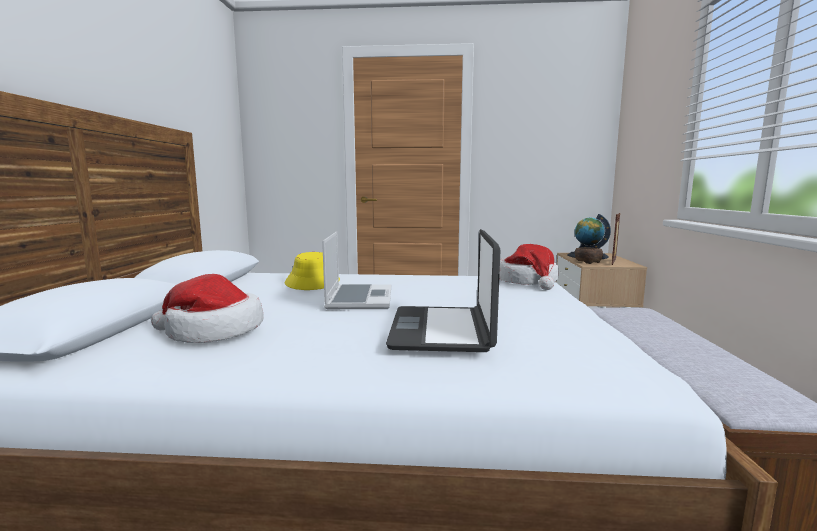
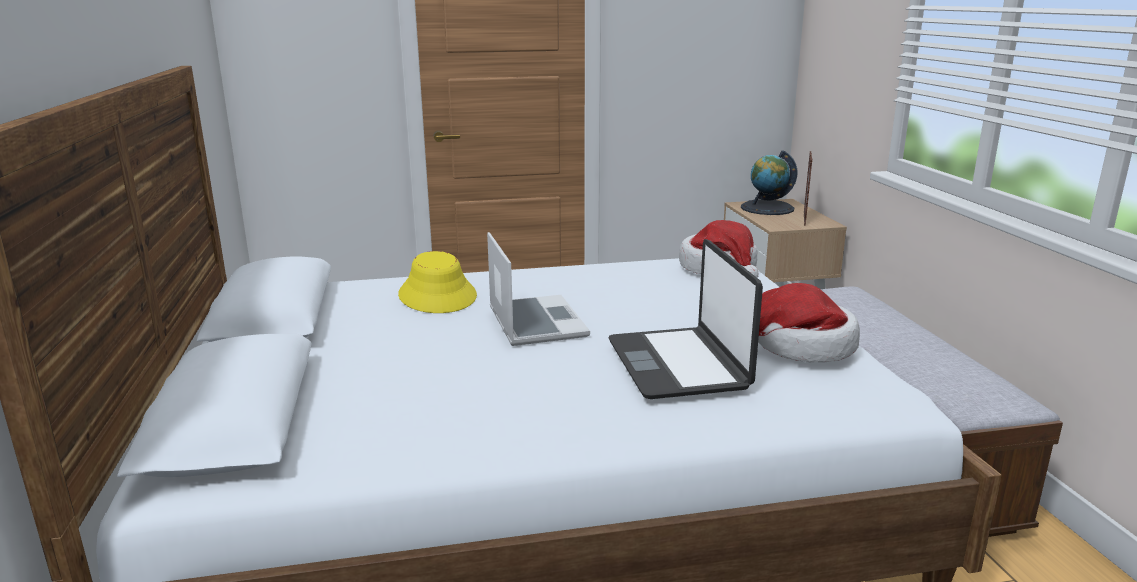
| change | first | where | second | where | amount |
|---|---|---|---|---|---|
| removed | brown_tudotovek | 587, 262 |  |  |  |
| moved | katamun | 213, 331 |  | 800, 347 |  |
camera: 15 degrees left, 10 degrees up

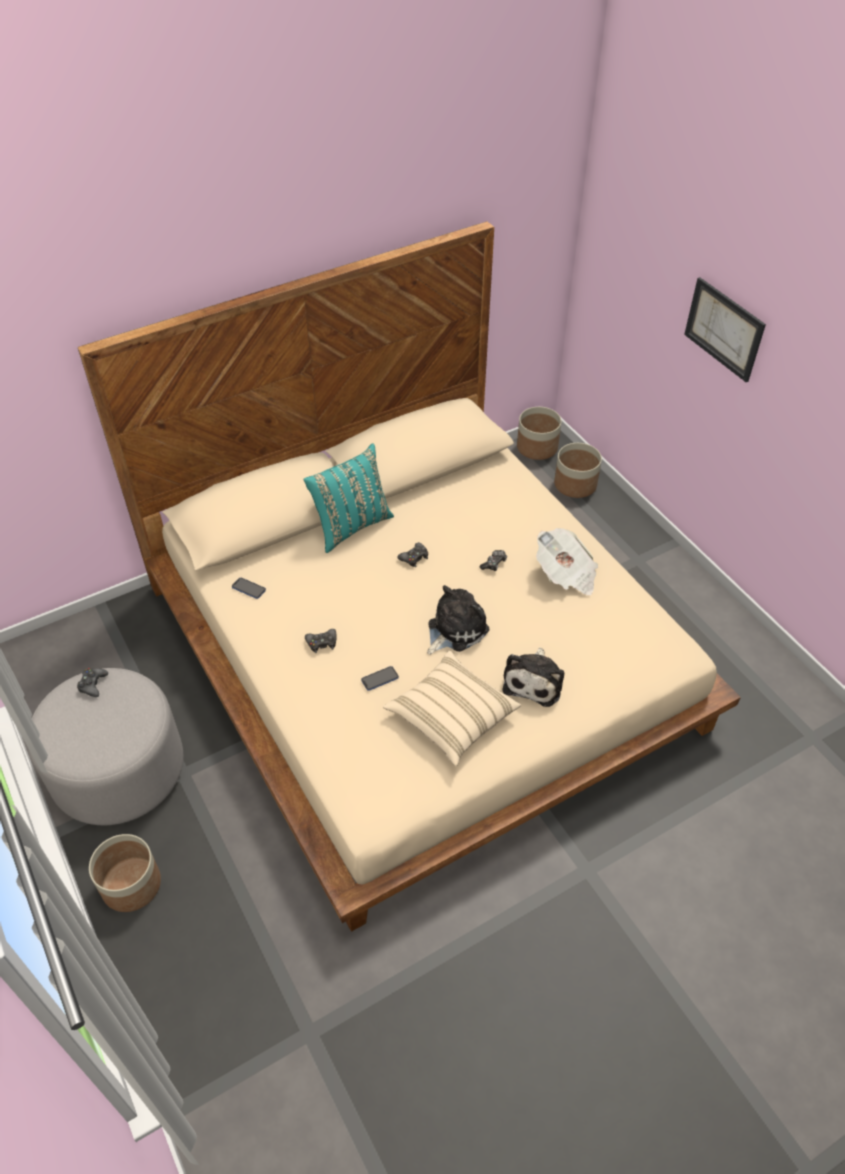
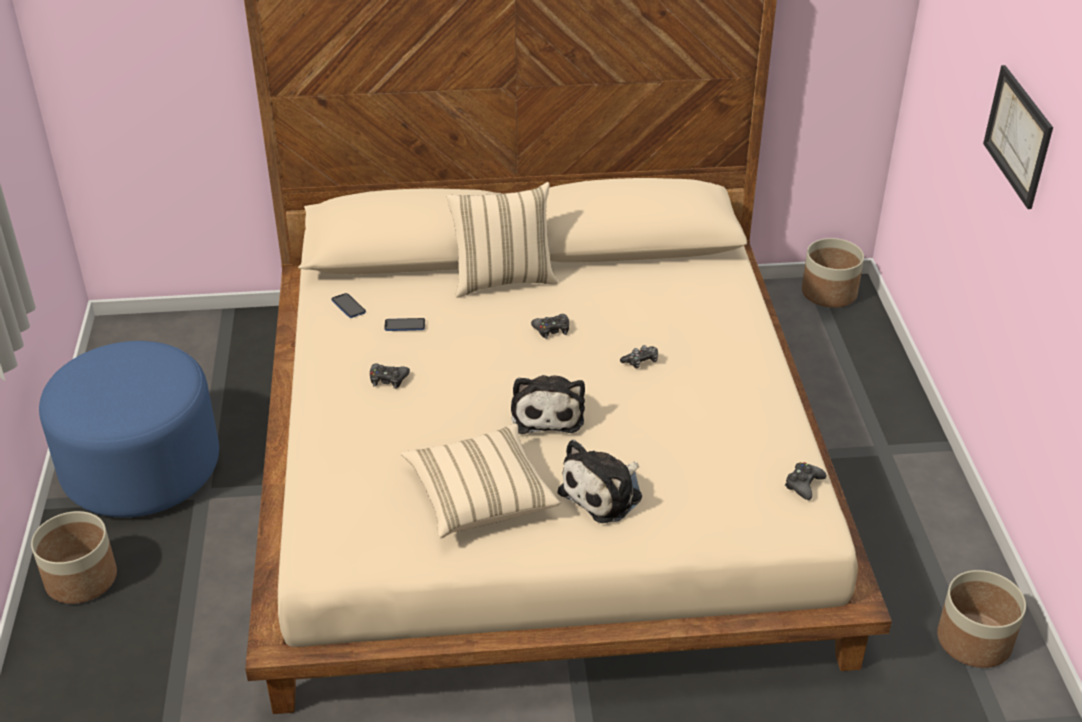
| change | first | where | second | where | amount |
|---|---|---|---|---|---|
| removed | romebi | 566, 574 |  |  |  |
| moved | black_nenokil | 93, 684 |  | 803, 484 |  |
| moved | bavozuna | 380, 679 |  | 404, 325 |  |
| moved | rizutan | 575, 484 |  | 973, 640 |  |
| recoloured | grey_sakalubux | 119, 770 | blue_sakalubux | 142, 468 |  |
| recoloured | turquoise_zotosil | 351, 526 | beige_zotosil | 502, 279 |  |
| turned | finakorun | 454, 629 |  | 547, 413 | 105 degrees clockwise |
camera: 25 degrees right, 10 degrees down

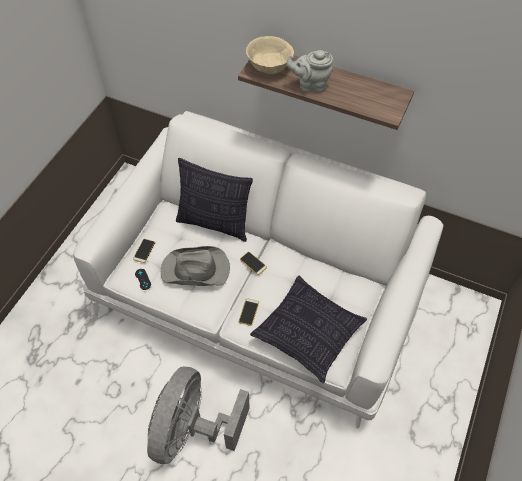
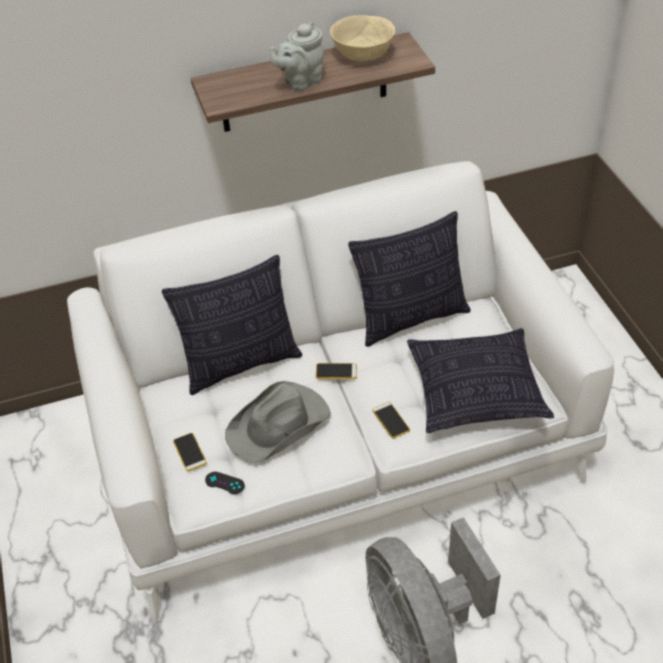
| change | first | where | second | where | amount |
|---|---|---|---|---|---|
| added |  |  | zotosil | 411, 318 |  |
| moved | beige_tudotovek | 269, 67 |  | 363, 55 |  |
camera: 40 degrees left, 10 degrees down

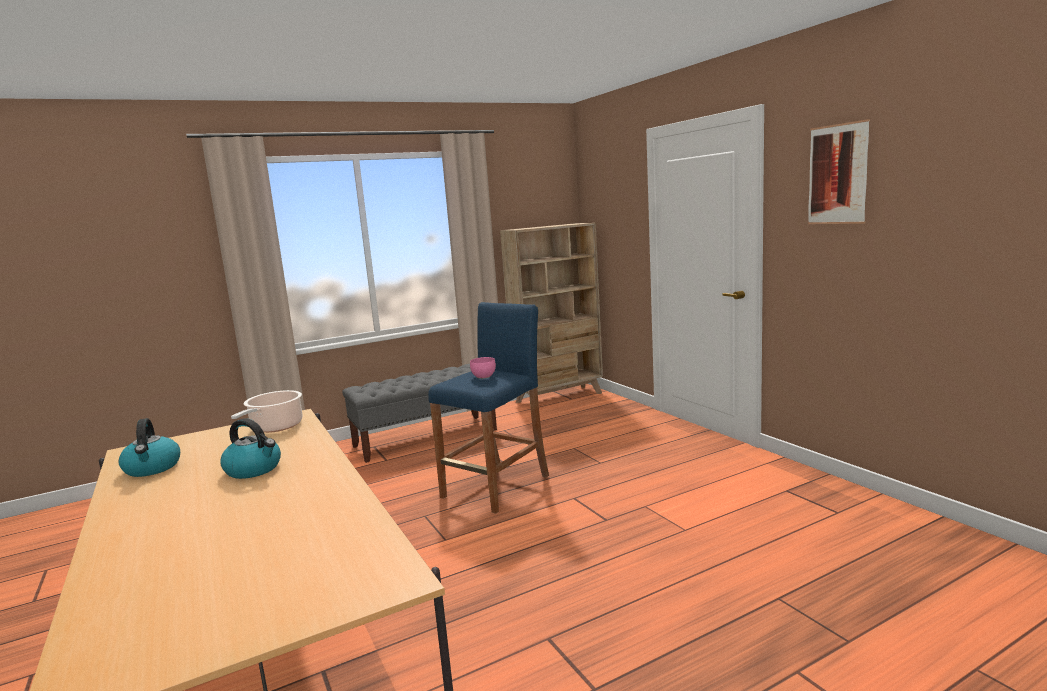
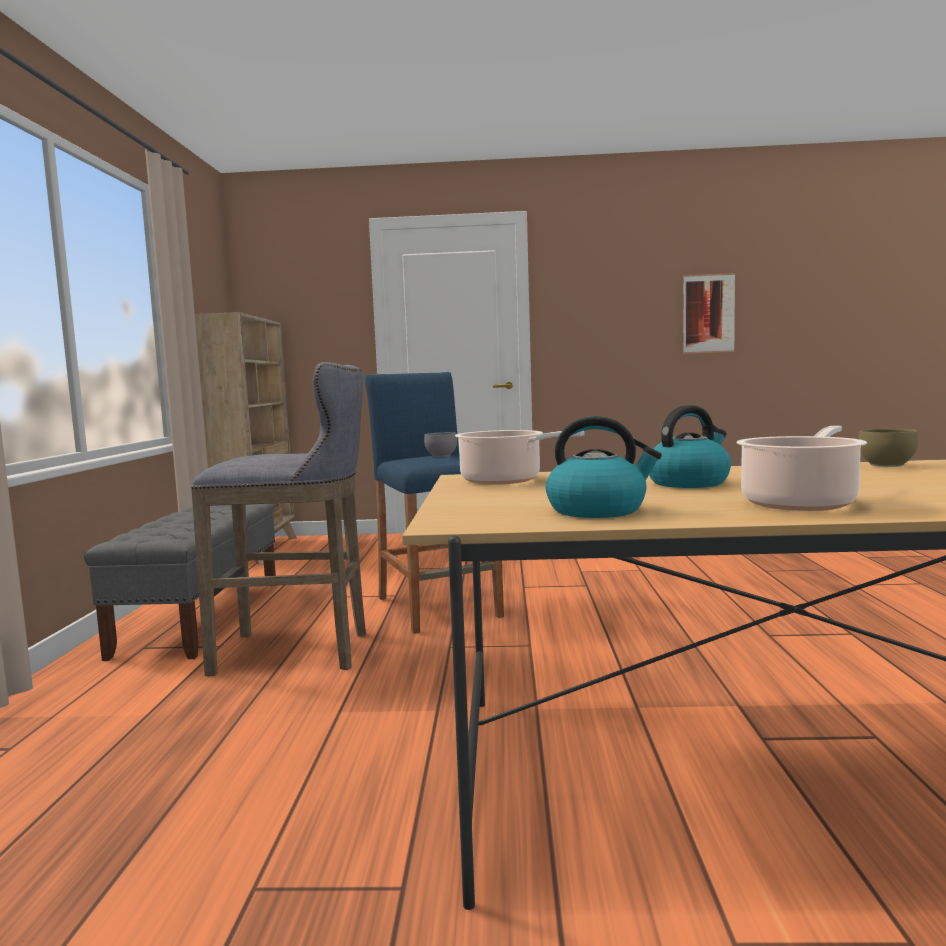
| change | first | where | second | where | amount |
|---|---|---|---|---|---|
| added |  |  | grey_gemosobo | 300, 652 |  |
| added |  |  | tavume | 800, 502 |  |
| added |  |  | brown_tudotovek | 884, 465 |  |
| moved | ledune | 837, 174 |  | 708, 313 |  |
| recoloured | pink_tudotovek | 484, 376 | grey_tudotovek | 442, 455 |  |
camera: 60 degrees left, 5 degrees down

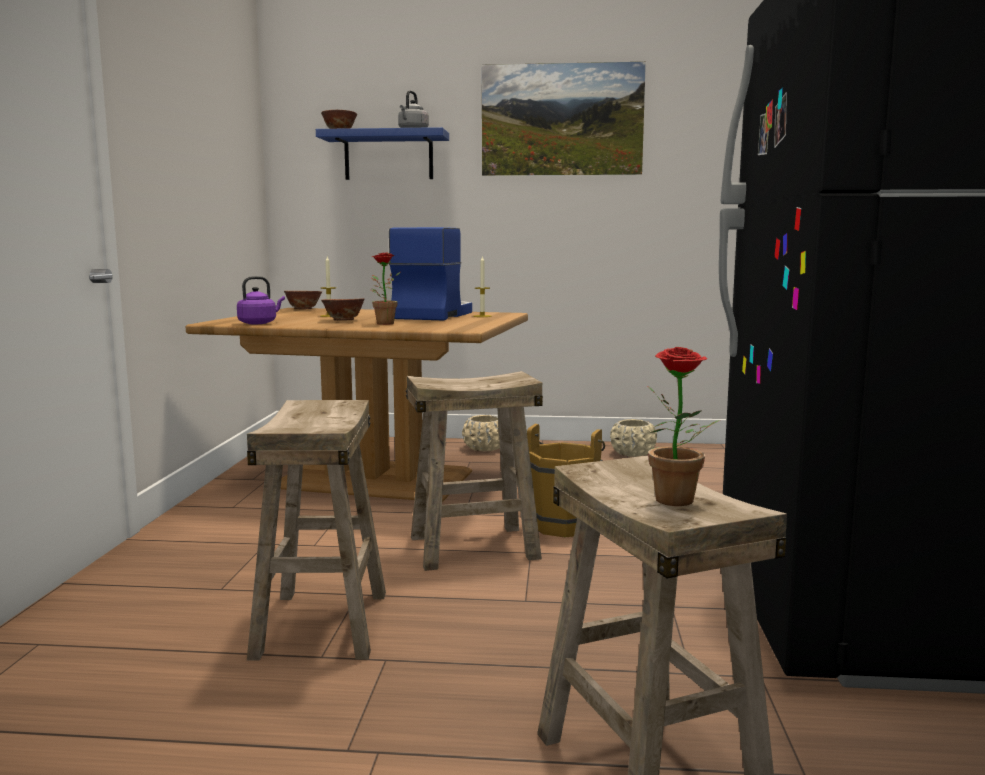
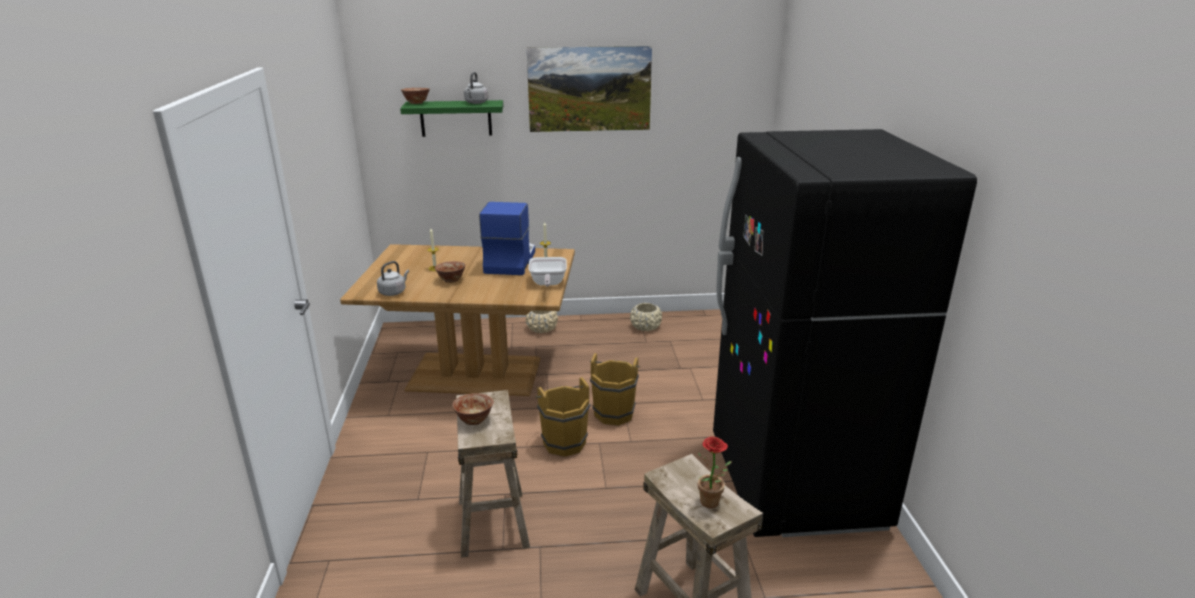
| change | first | where | second | where | amount |
|---|---|---|---|---|---|
| removed | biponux | 382, 323 |  |  |  |
| added |  |  | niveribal | 547, 284 |  |
| moved | tudotovek | 303, 309 |  | 474, 420 |  |
| replaced | beige_gemosobo | 474, 547 | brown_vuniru | 563, 441 |  |
| recoloured | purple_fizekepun | 259, 323 | grey_fizekepun | 393, 292 |  |
| recoloured | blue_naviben | 388, 156 | green_naviben | 456, 118 |  |
camera: 10 degrees left, 15 degrees up

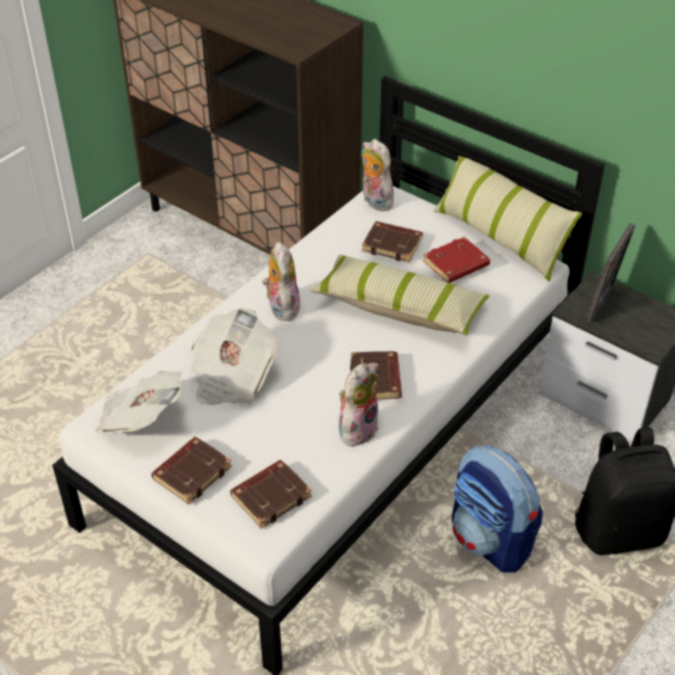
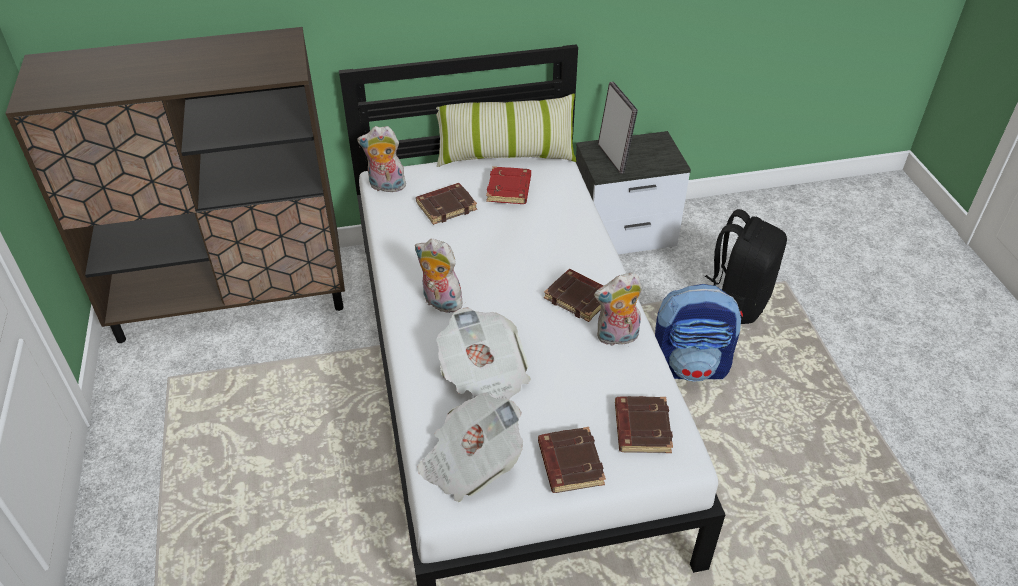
| change | first | where | second | where | amount |
|---|---|---|---|---|---|
| removed | zotosil | 399, 308 |  |  |  |
| turned | finakorun | 357, 428 |  | 617, 338 | 90 degrees counterclockwise |
camera: 50 degrees left, 0 degrees up

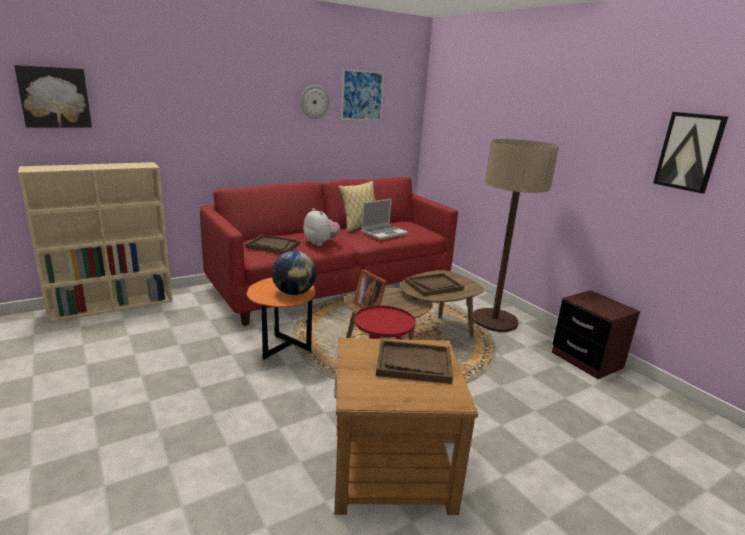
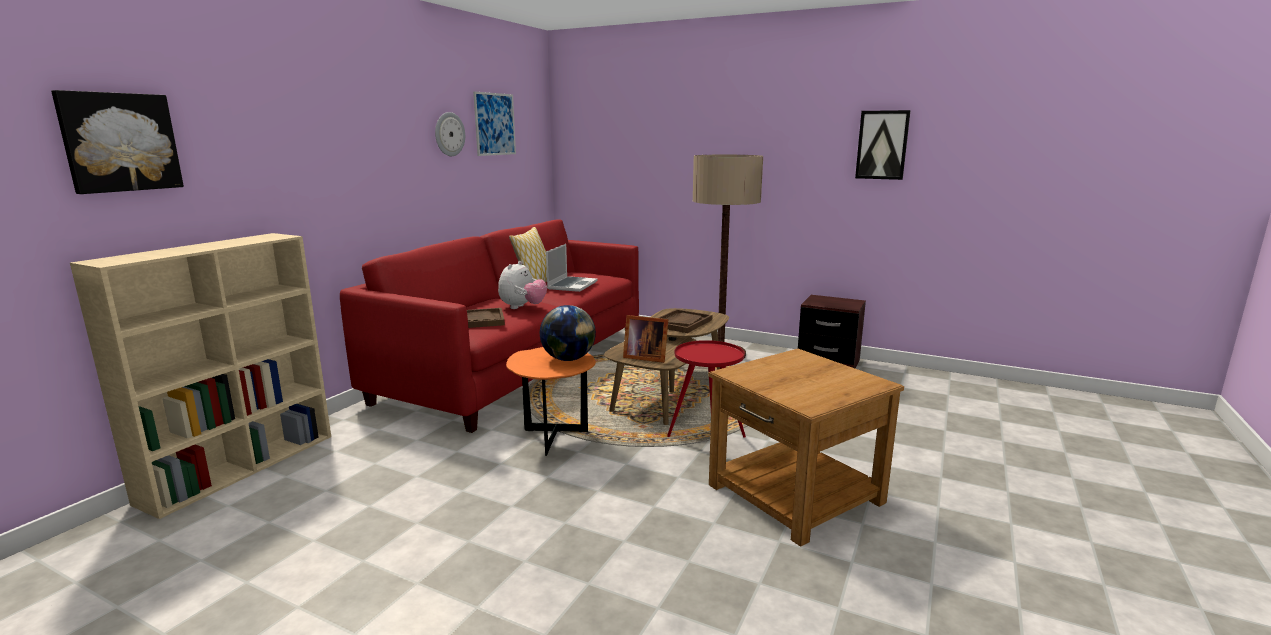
| change | first | where | second | where | amount |
|---|---|---|---|---|---|
| removed | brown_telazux | 413, 363 |  |  |  |
| turned | finakorun | 321, 243 |  | 522, 307 | 90 degrees clockwise |
camera: 30 degrees left, 5 degrees down

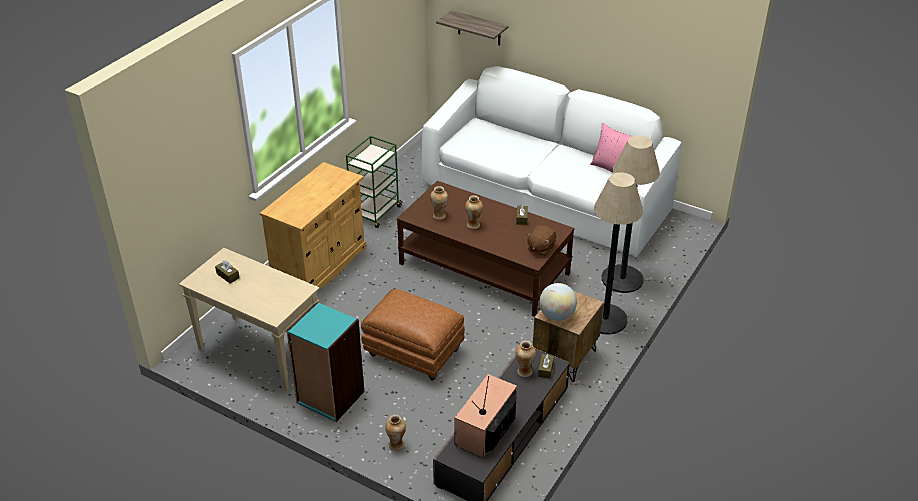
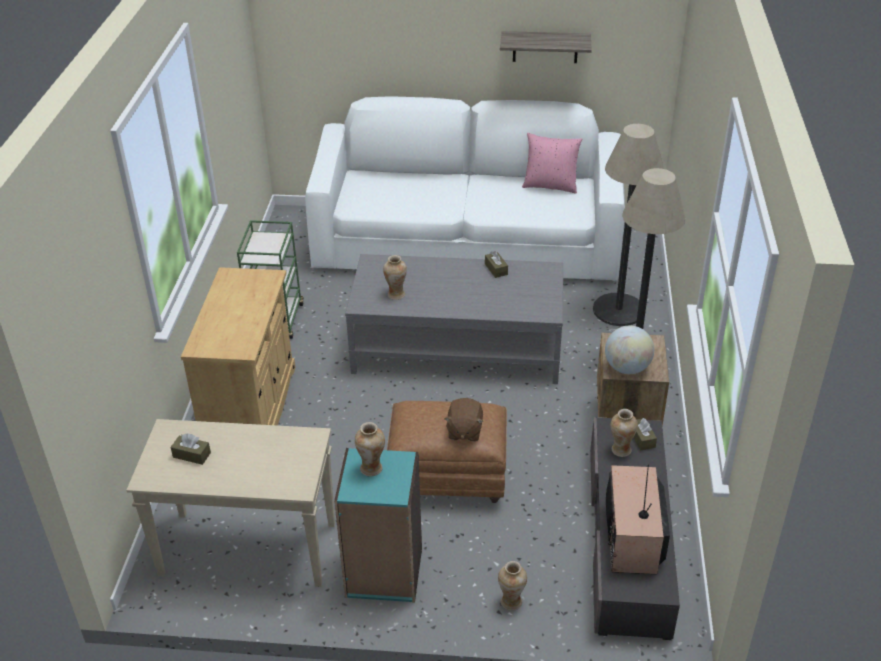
| change | first | where | second | where | amount |
|---|---|---|---|---|---|
| moved | naviben | 479, 28 |  | 545, 47 |  |
| moved | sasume | 473, 225 |  | 371, 468 |  |
| moved | brown_finakorun | 540, 248 |  | 464, 431 |  |
| recoloured | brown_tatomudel | 484, 269 | grey_tatomudel | 458, 347 |  |
camera: 25 degrees left, 0 degrees up

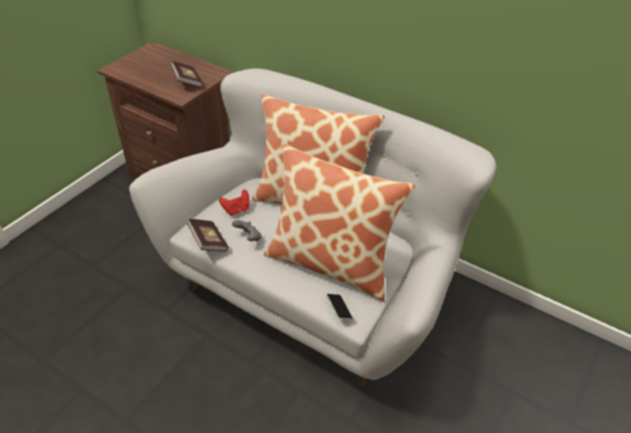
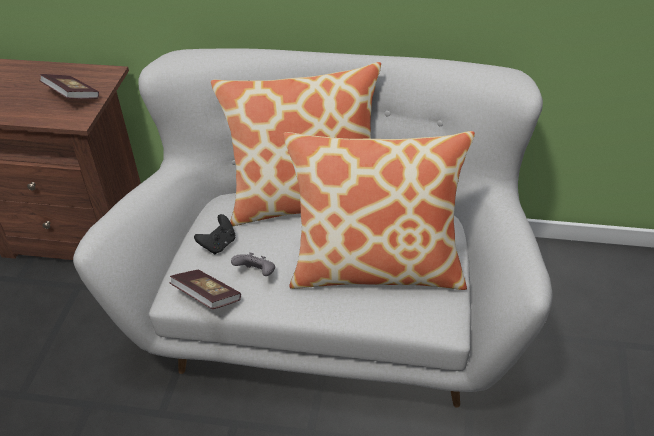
| change | first | where | second | where | amount |
|---|---|---|---|---|---|
| removed | bavozuna | 339, 309 |  |  |  |
| recoloured | red_nenokil | 236, 210 | black_nenokil | 218, 244 |  |
camera: 20 degrees left, 0 degrees up

